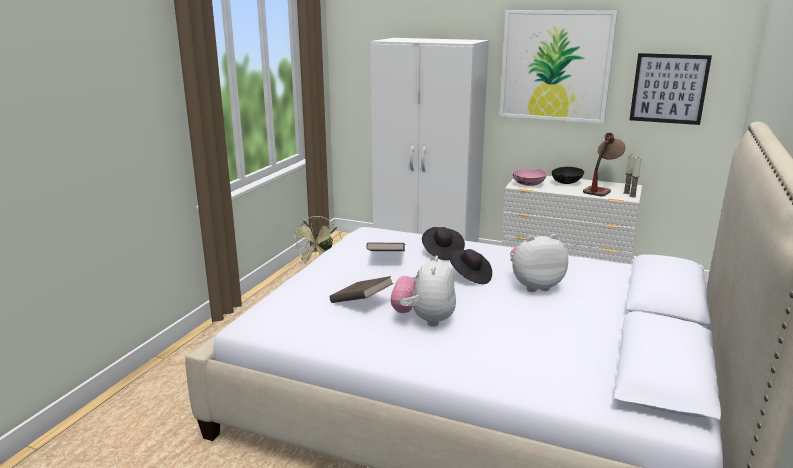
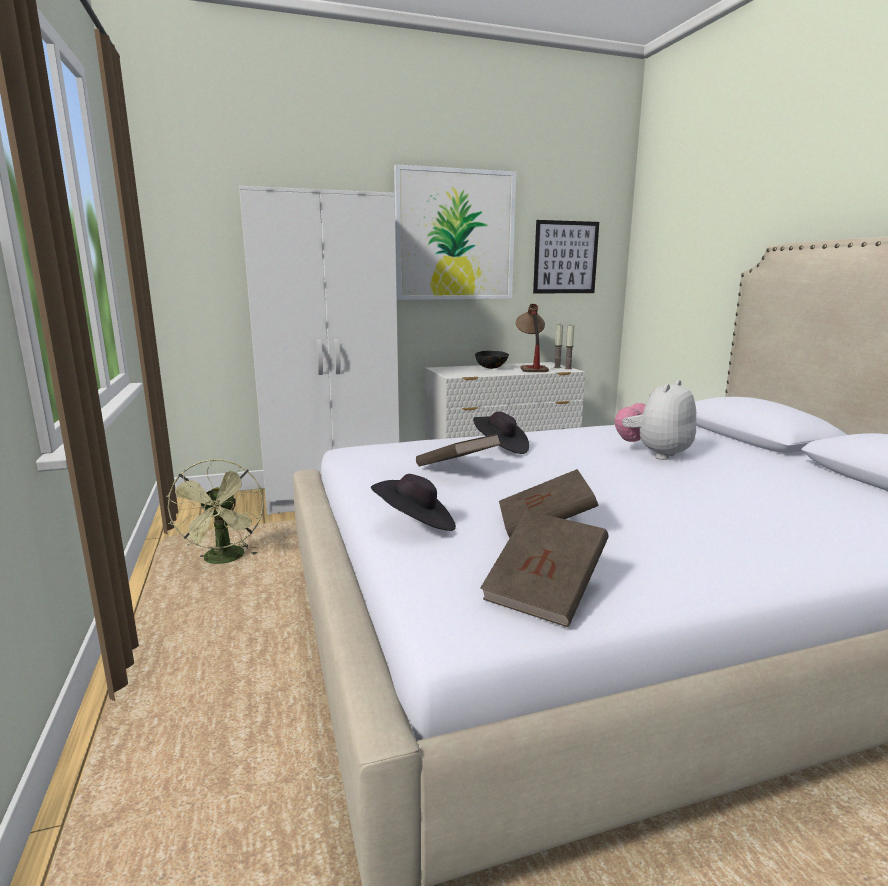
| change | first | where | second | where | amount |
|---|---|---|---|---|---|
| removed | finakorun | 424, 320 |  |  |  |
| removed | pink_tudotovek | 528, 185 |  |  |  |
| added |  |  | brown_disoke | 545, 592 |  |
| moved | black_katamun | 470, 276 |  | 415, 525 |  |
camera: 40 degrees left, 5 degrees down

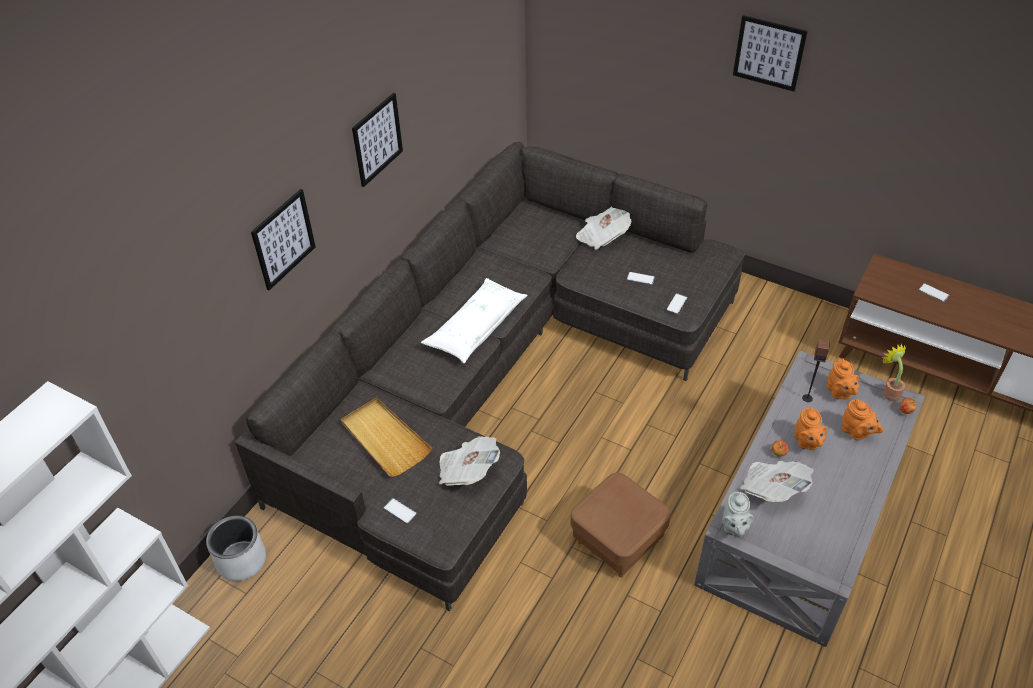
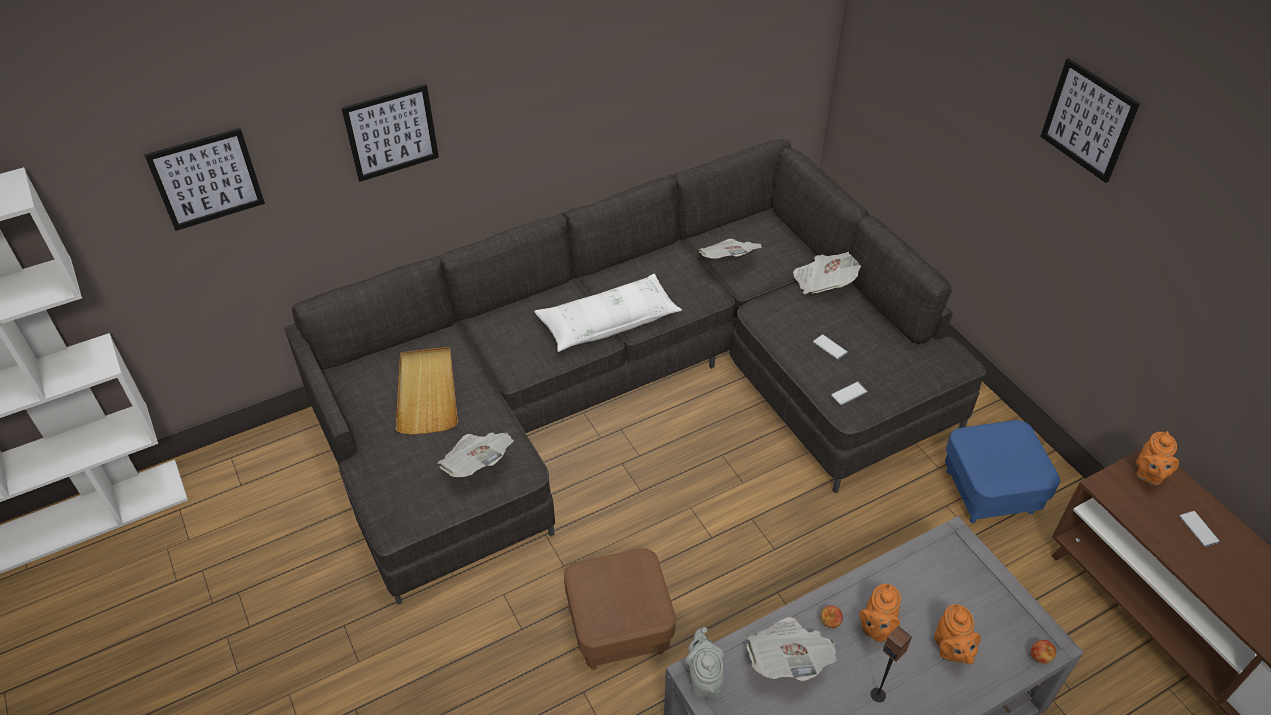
| change | first | where | second | where | amount |
|---|---|---|---|---|---|
| removed | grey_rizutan | 241, 560 |  |  |  |
| removed | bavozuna | 400, 511 |  |  |  |
| removed | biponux | 889, 392 |  |  |  |
| added |  |  | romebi | 728, 261 |  |
| added |  |  | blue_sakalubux | 990, 491 |  |
| moved | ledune | 377, 139 |  | 206, 179 |  |
| moved | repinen | 807, 398 |  | 878, 694 |  |
| moved | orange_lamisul | 839, 393 |  | 1148, 474 |  |
| turned | grey_lamisul | 734, 528 |  | 704, 678 | 135 degrees clockwise |
camera: 30 degrees right, 0 degrees up

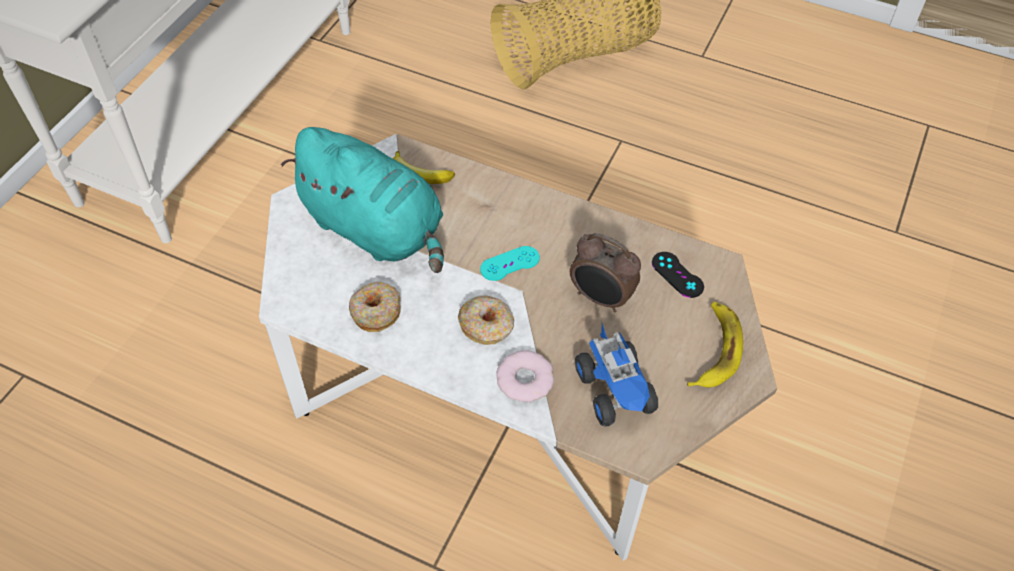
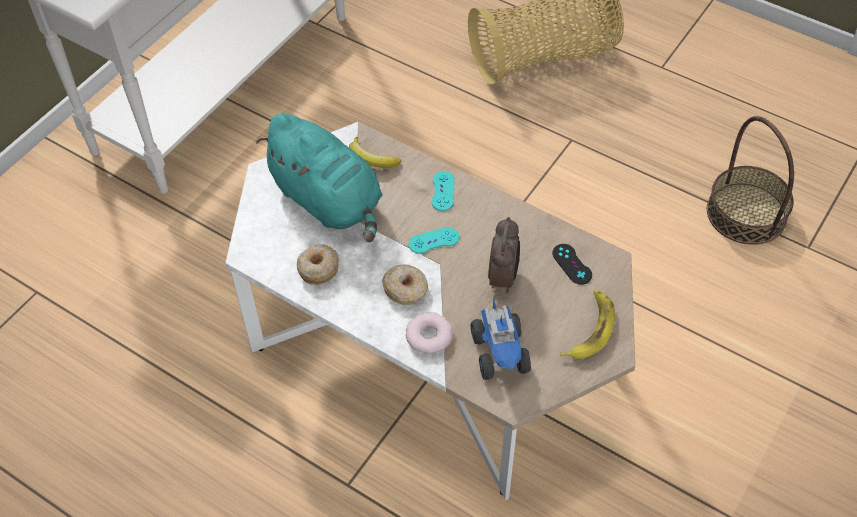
| change | first | where | second | where | amount |
|---|---|---|---|---|---|
| added |  |  | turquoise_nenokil | 443, 191 |  |
| added |  |  | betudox | 746, 213 |  |
| turned | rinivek | 600, 298 |  | 503, 277 | 120 degrees counterclockwise |
camera: 10 degrees right, 0 degrees up

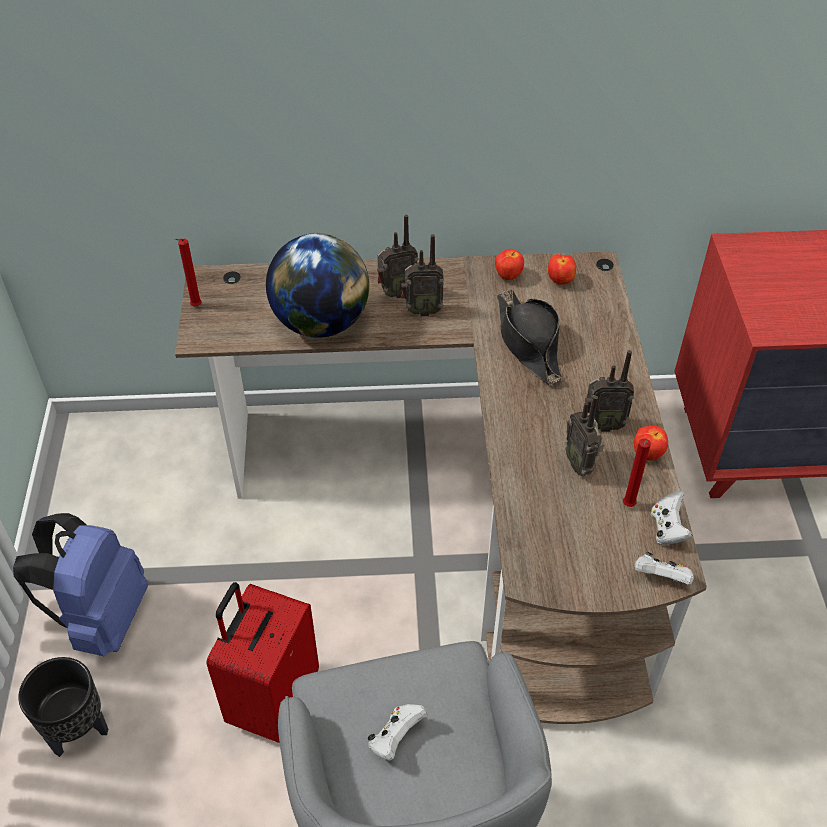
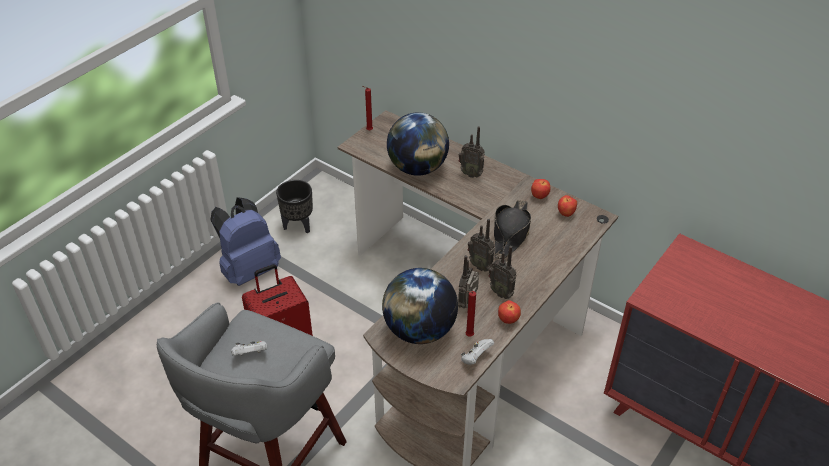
| change | first | where | second | where | amount |
|---|---|---|---|---|---|
| removed | white_nenokil | 660, 578 |  |  |  |
| added |  |  | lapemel | 419, 330 |  |
| moved | black_rizutan | 77, 731 |  | 298, 225 |  |
| moved | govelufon | 422, 310 |  | 481, 265 |  |
camera: 40 degrees right, 5 degrees down

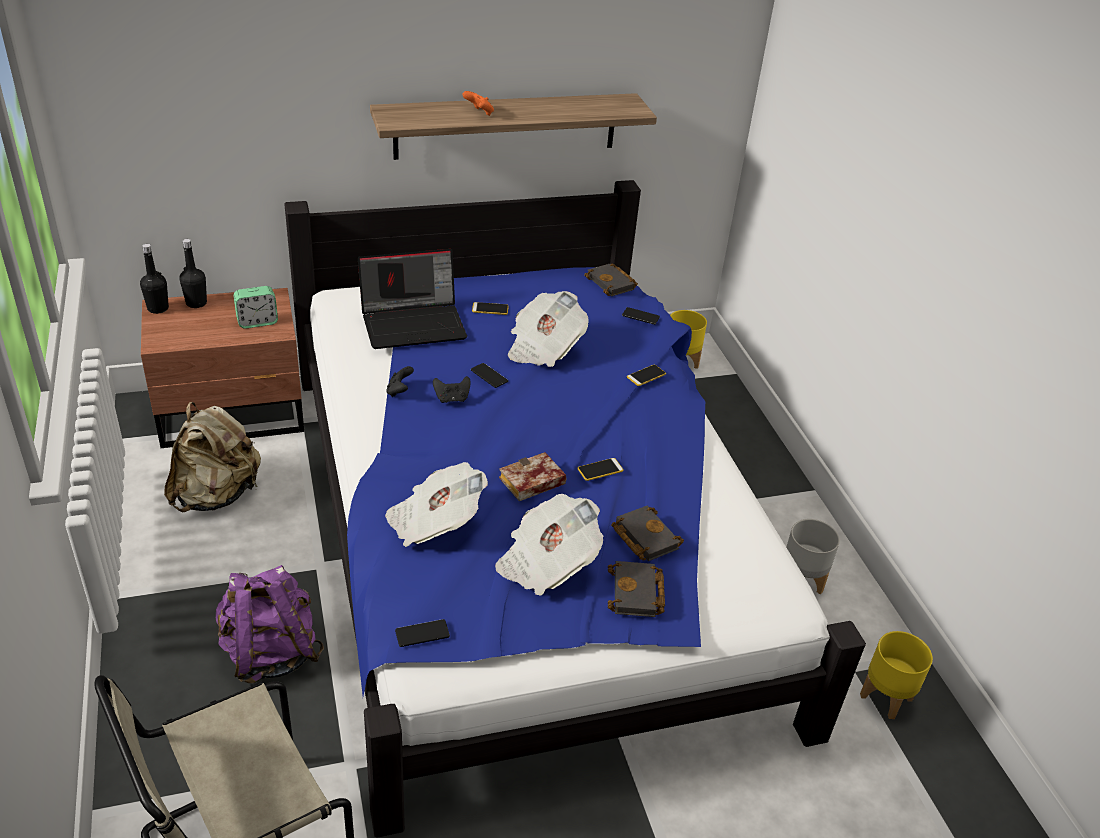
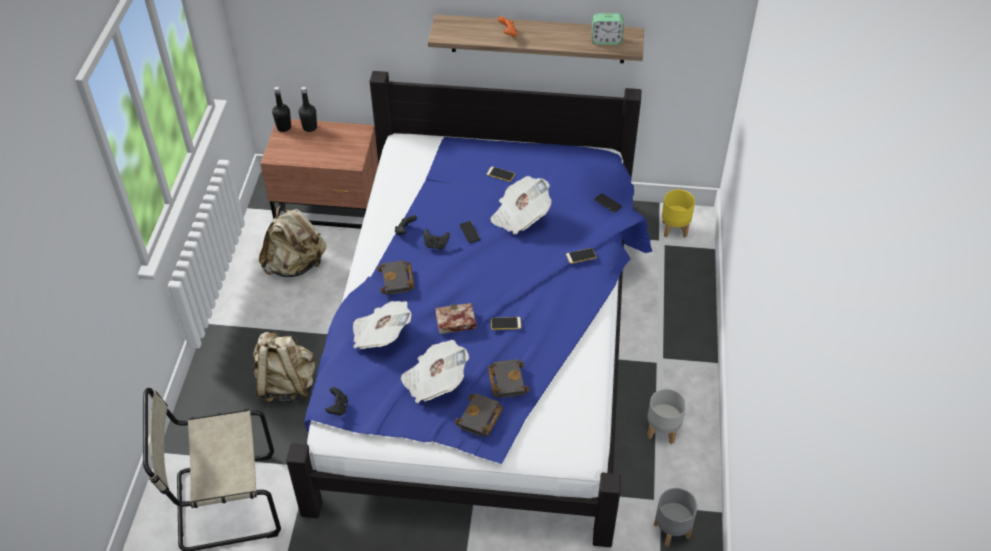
| change | first | where | second | where | amount |
|---|---|---|---|---|---|
| removed | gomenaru | 414, 323 |  |  |  |
| moved | rinivek | 257, 322 |  | 606, 40 |  |
| moved | black_disoke | 612, 283 |  | 397, 280 |  |
| replaced | bavozuna | 422, 633 | black_nenokil | 338, 408 |  |
| recoloured | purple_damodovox | 270, 653 | beige_damodovox | 287, 385 |  |
| recoloured | yellow_rizutan | 885, 698 | grey_rizutan | 671, 530 |  |
camera: 25 degrees right, 10 degrees up

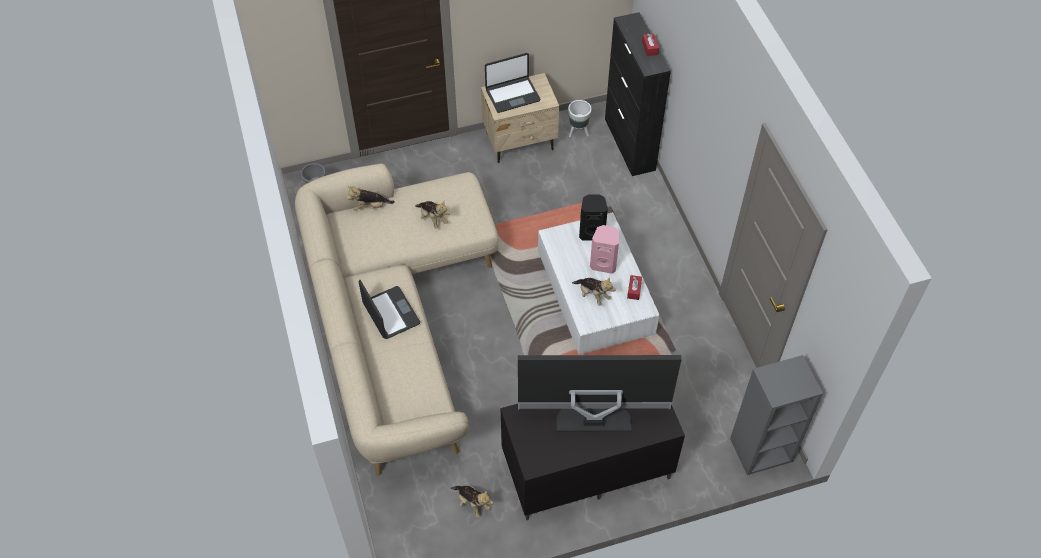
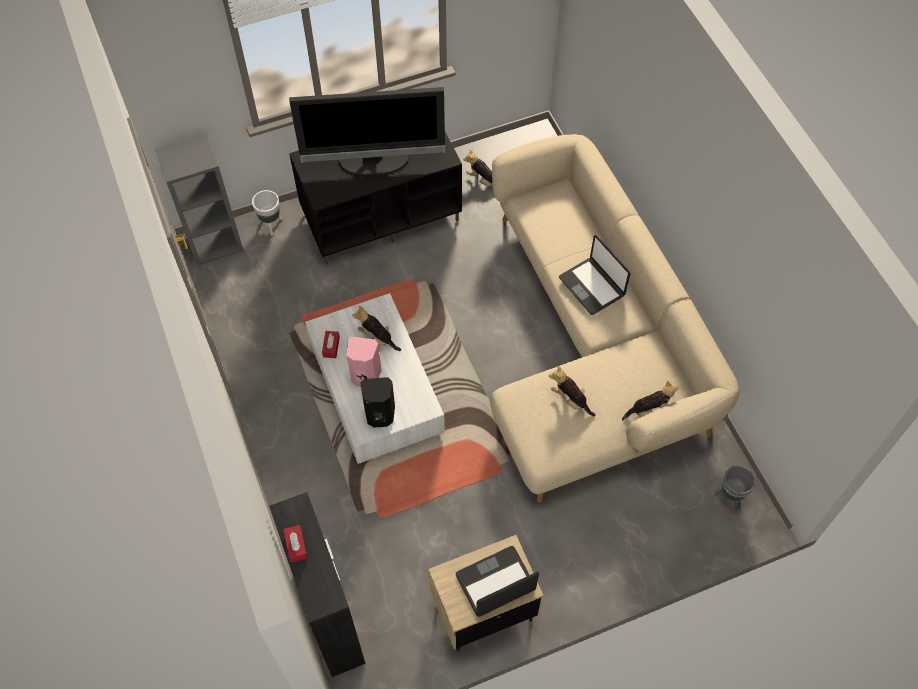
| change | first | where | second | where | amount |
|---|---|---|---|---|---|
| moved | white_rizutan | 578, 132 |  | 271, 225 |  |
camera: 175 degrees right, 5 degrees up

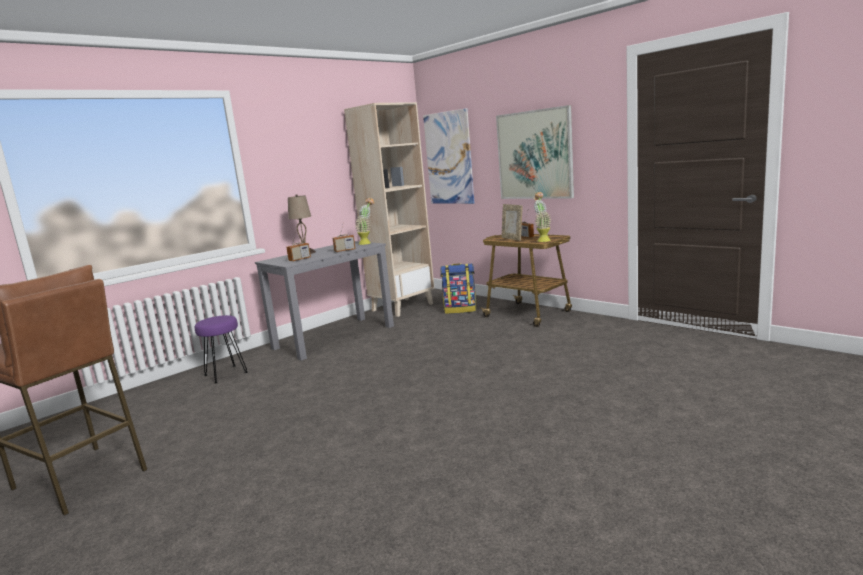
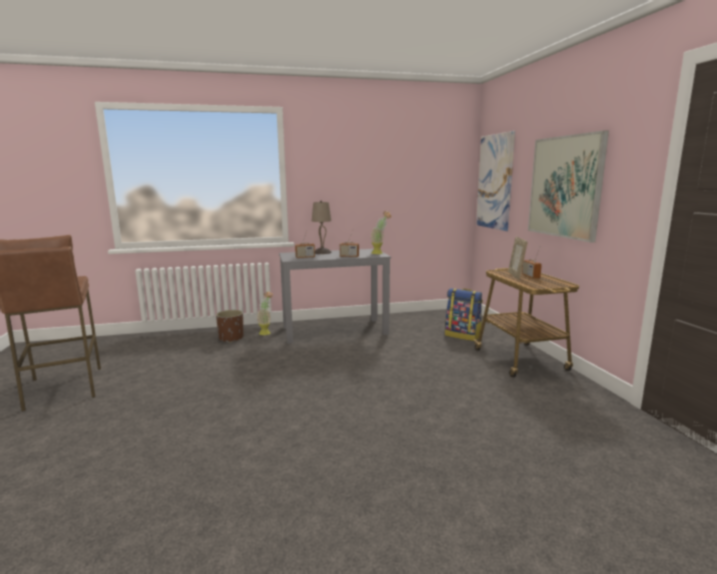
| change | first | where | second | where | amount |
|---|---|---|---|---|---|
| removed | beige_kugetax | 402, 307 |  |  |  |
| moved | biponux | 542, 240 |  | 266, 332 |  |
| replaced | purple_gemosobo | 226, 374 | brown_rizutan | 231, 338 |  |
camera: 30 degrees right, 0 degrees up

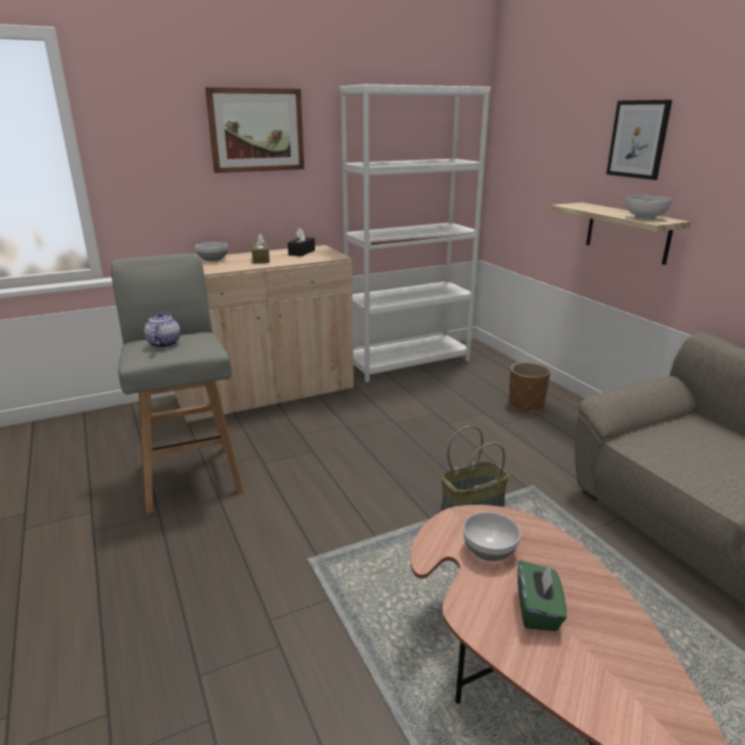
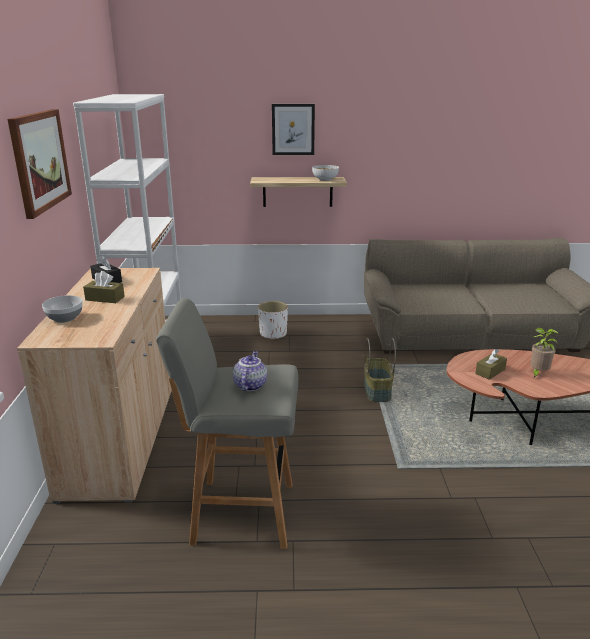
| change | first | where | second | where | amount |
|---|---|---|---|---|---|
| replaced | tudotovek | 490, 550 | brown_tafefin | 490, 371 |  |
| replaced | green_tafefin | 538, 610 | biponux | 538, 373 |  |
| recoloured | brown_rizutan | 525, 404 | white_rizutan | 273, 334 |  |
| turned | lamisul | 164, 343 |  | 250, 385 | 75 degrees clockwise |
camera: 65 degrees left, 0 degrees up

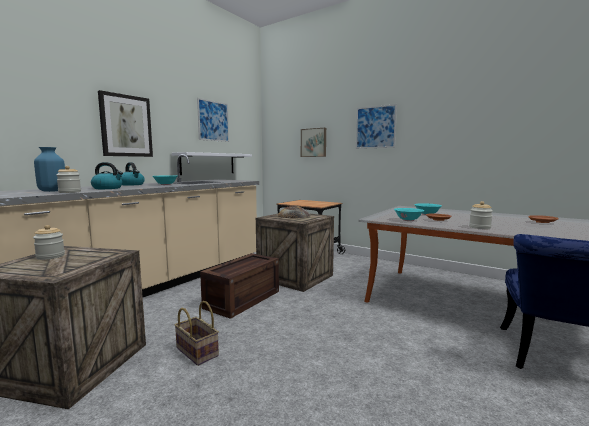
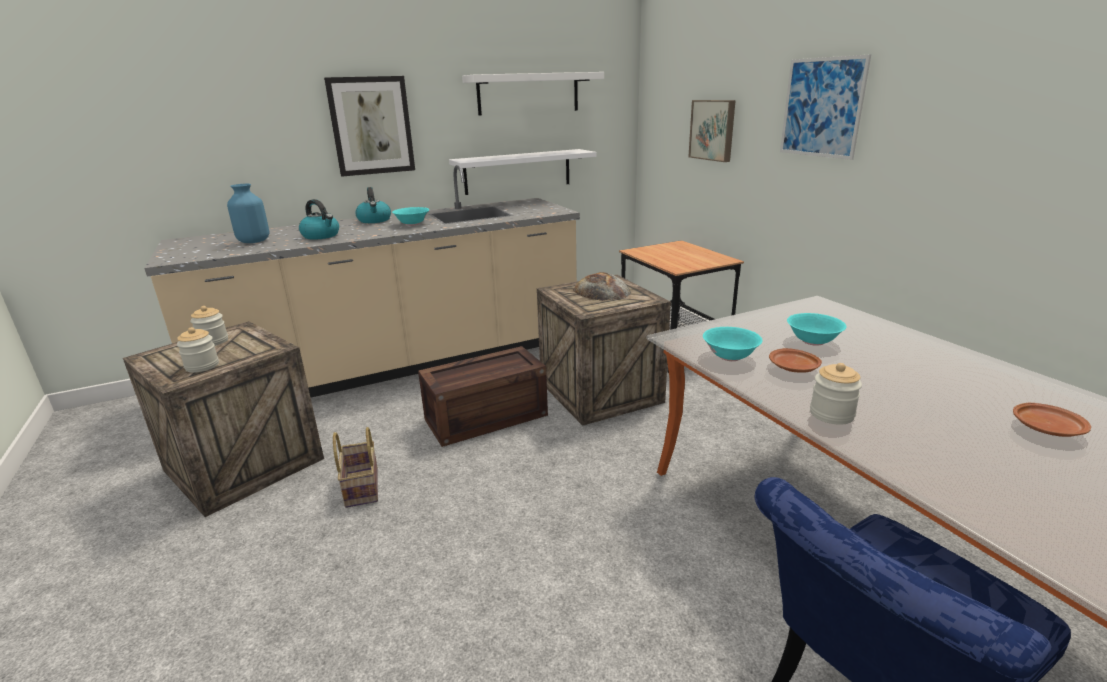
| change | first | where | second | where | amount |
|---|---|---|---|---|---|
| moved | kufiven | 70, 192 |  | 202, 366 |  |
| replaced | ledune | 213, 121 | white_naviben | 528, 93 |  |
camera: 30 degrees right, 15 degrees up

